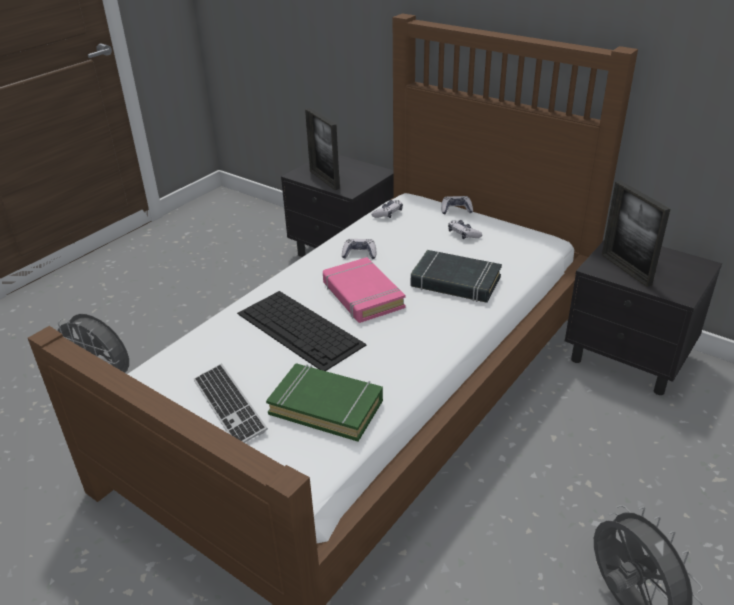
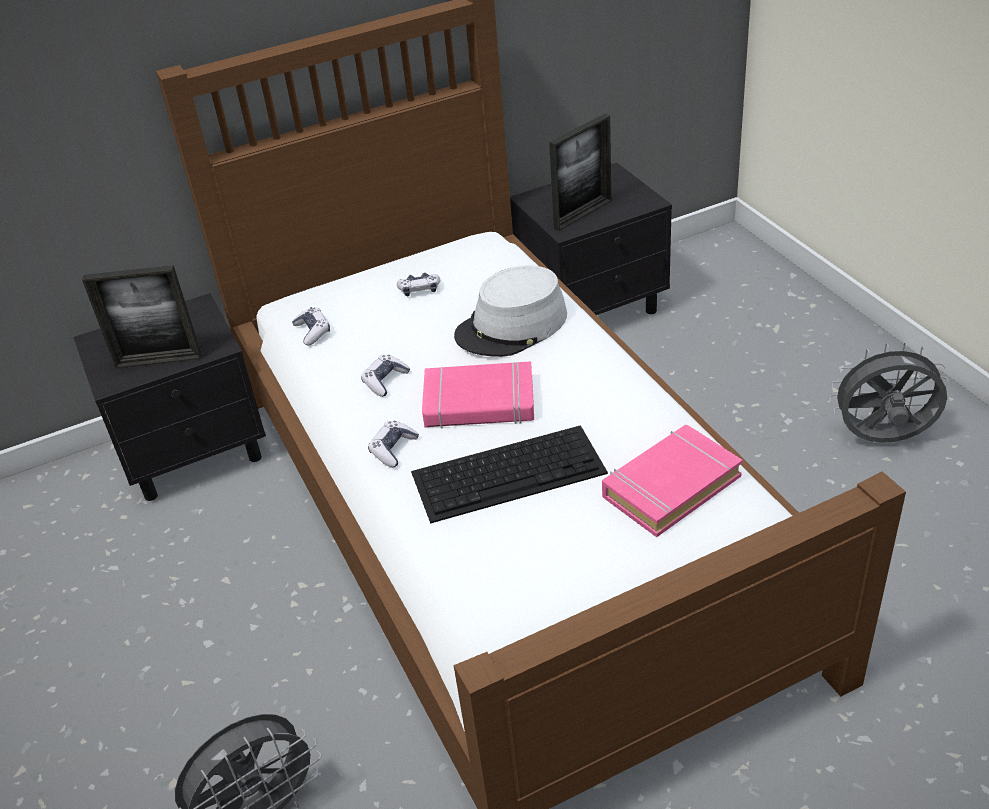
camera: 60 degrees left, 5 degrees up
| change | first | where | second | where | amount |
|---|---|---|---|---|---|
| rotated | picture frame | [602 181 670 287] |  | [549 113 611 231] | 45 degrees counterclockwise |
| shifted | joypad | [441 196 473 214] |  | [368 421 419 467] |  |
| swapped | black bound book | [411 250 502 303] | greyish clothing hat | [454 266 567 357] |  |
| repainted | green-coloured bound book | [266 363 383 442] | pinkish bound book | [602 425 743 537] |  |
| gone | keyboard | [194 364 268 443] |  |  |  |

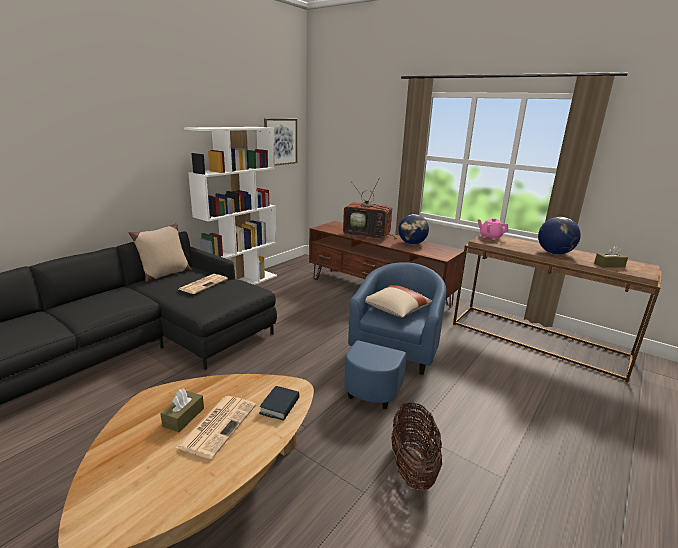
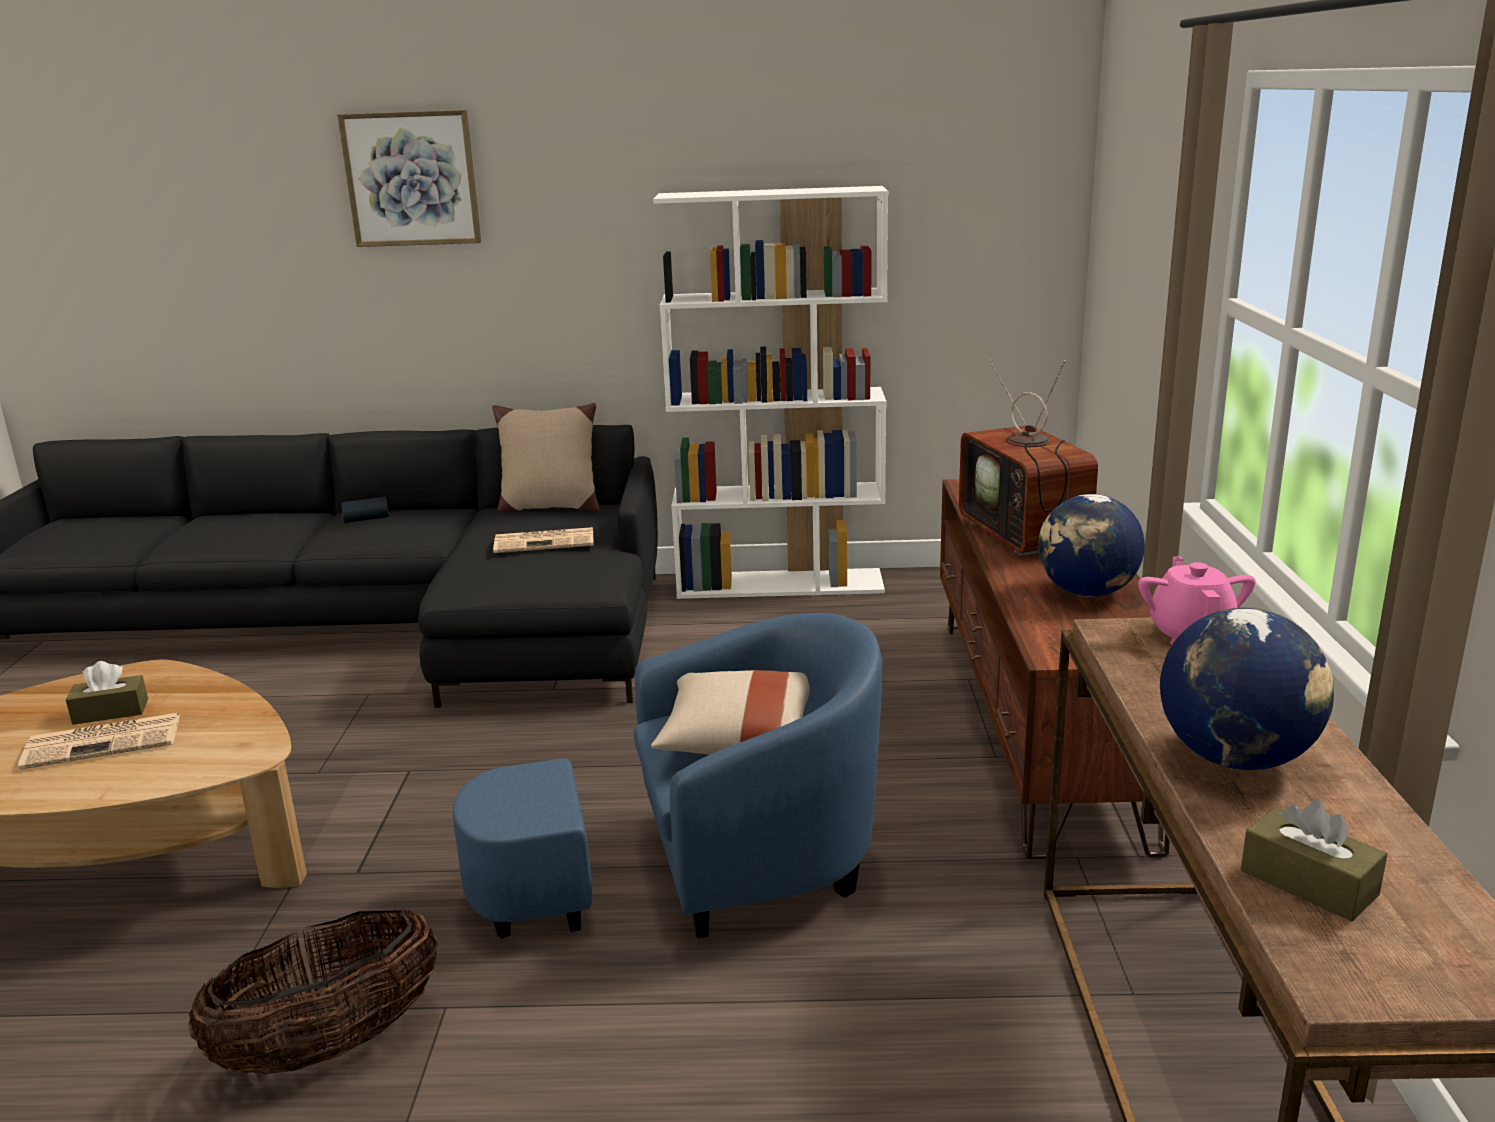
camera: 55 degrees right, 0 degrees up
| change | first | where | second | where | amount |
|---|---|---|---|---|---|
| shifted | picture | [264 118 297 166] |  | [337 110 481 247] |  |
| shifted | bound book | [259 386 300 421] |  | [342 497 389 523] |  |

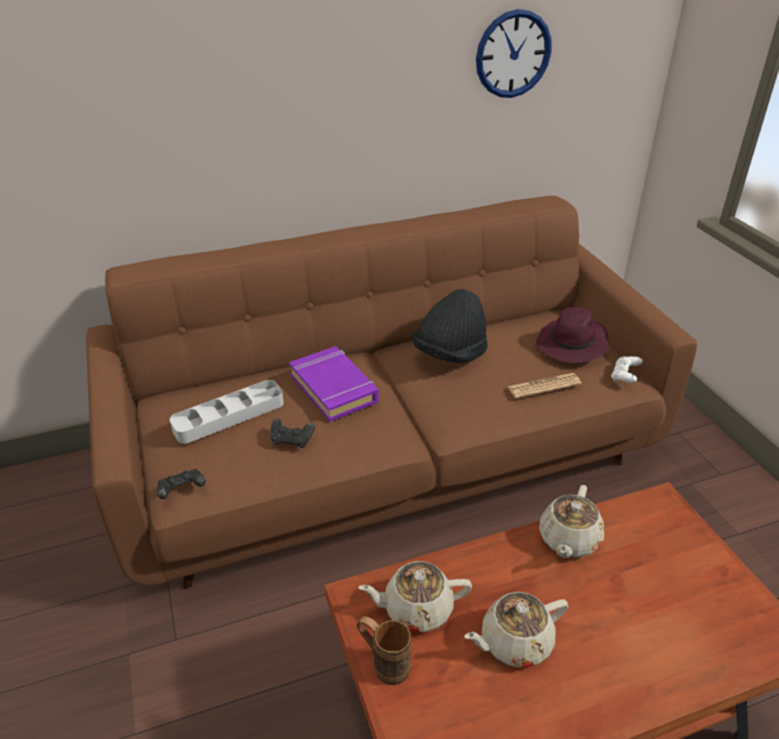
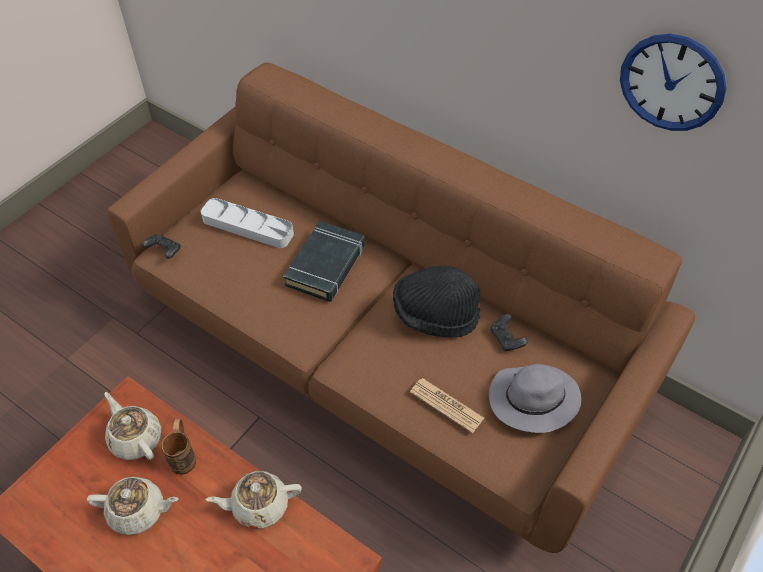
camera: 55 degrees right, 15 degrees up
| change | first | where | second | where | amount |
|---|---|---|---|---|---|
| repainted | purplish clothing hat | [536 307 610 363] | greyish clothing hat | [489 364 581 433] |  |
| repainted | purplish bound book | [289 346 379 422] | black bound book | [283 221 365 302] |  |
| gone | whitish joypad | [611 356 643 383] |  |  |  |
| shifted | black joypad | [271 418 315 448] |  | [490 314 528 352] |  |
| rotated | sand-coloured teapot | [464 592 568 668] |  | [87 477 178 535] | 150 degrees clockwise |
| shifted | brownish mug | [357 616 411 685] |  | [161 419 196 475] |  |

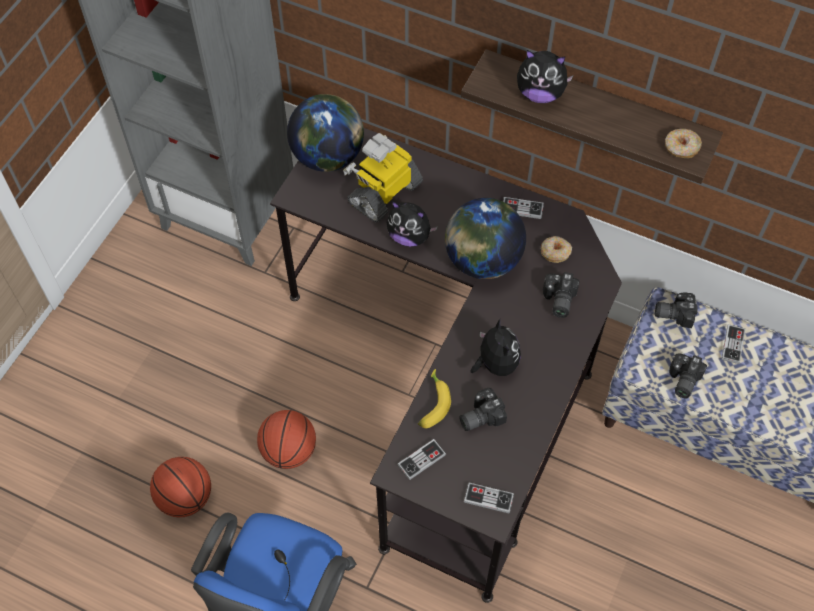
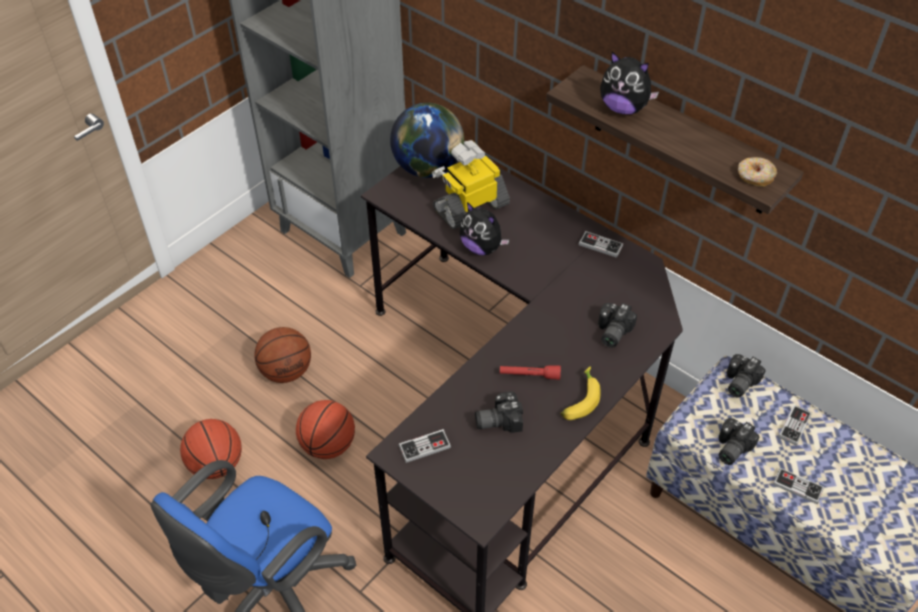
camera: 15 degrees right, 10 degrees down
| change | first | where | second | where | amount |
|---|---|---|---|---|---|
| gone | globe | [445 198 526 279] |  |  |  |
| gone | doughnut | [541 236 572 263] |  |  |  |
| rotated | photo camera | [655 292 698 328] |  | [727 354 766 398] | 75 degrees counterclockwise |
| swapped | soft toy | [471 319 521 376] | red hand torch | [500 365 561 380] |  |
| shifted | whole banana | [418 369 451 428] |  | [560 366 600 420] |  |
| shifted | joypad | [464 483 514 513] |  | [773 468 824 504] |  |
| new |  |  | basketball ball | [254 327 311 383] |  |

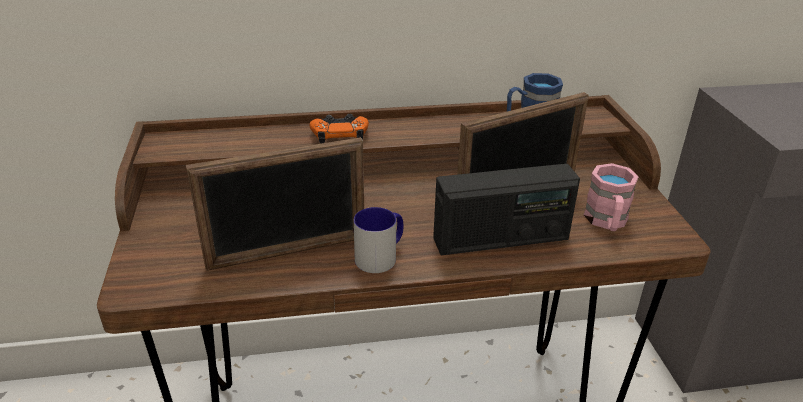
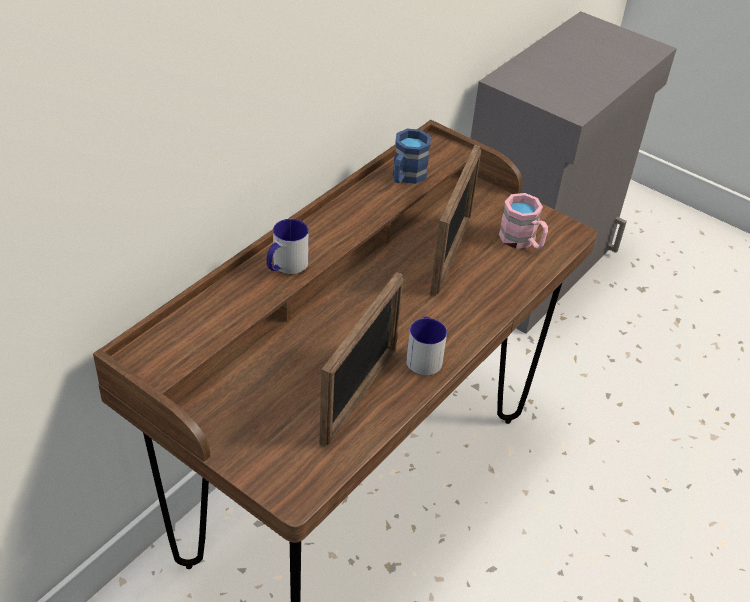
camera: 45 degrees left, 10 degrees up
| change | first | where | second | where | amount |
|---|---|---|---|---|---|
| swapped | orangey joypad | [310 114 369 144] | mug | [267 219 309 274] |  |
| gone | radio receiver | [433 164 580 255] |  |  |  |

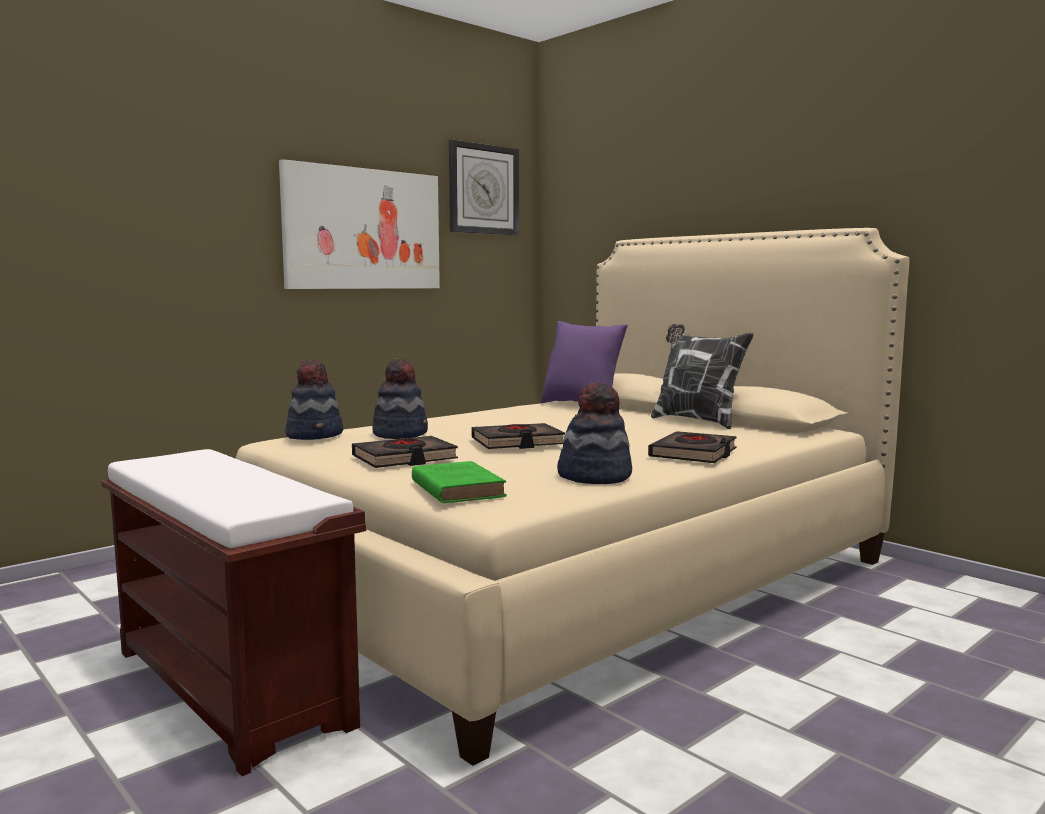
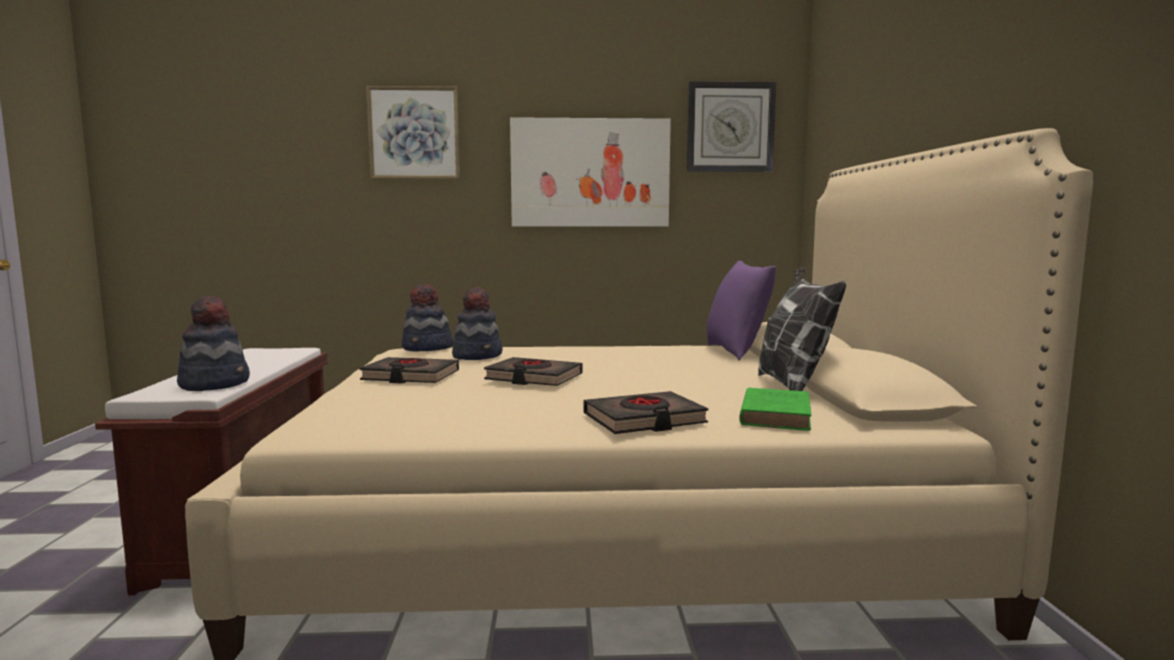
camera: 40 degrees right, 0 degrees up
| change | first | where | second | where | amount |
|---|---|---|---|---|---|
| shifted | clothing hat | [557 383 632 484] |  | [177 296 250 391] |  |
| shifted | green-coloured bound book | [412 461 507 504] |  | [739 387 811 431] |  |
| new |  |  | picture | [366 86 460 179] |  |

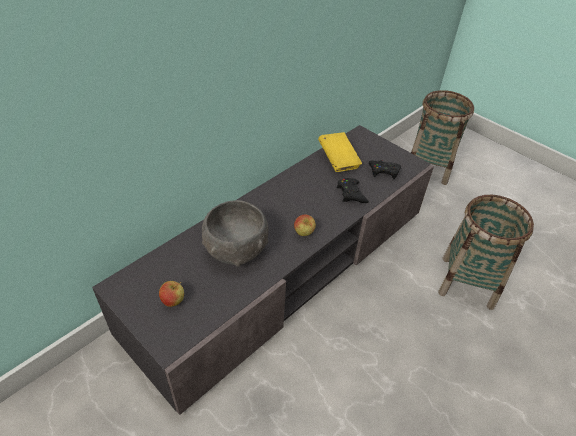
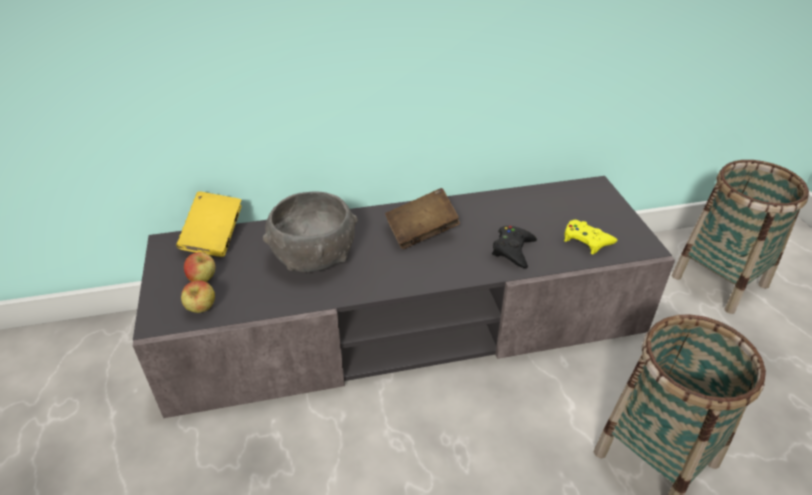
camera: 35 degrees right, 5 degrees down
| change | first | where | second | where | amount |
|---|---|---|---|---|---|
| shifted | yellow bound book | [318 132 362 172] |  | [176 192 242 257] |  |
| repainted | black joypad | [369 160 401 179] | yellow joypad | [564 220 618 255] |  |
| shifted | whole apple | [294 215 316 236] |  | [181 280 215 313] |  |
| new |  |  | brownish bound book | [385 188 460 249] |  |

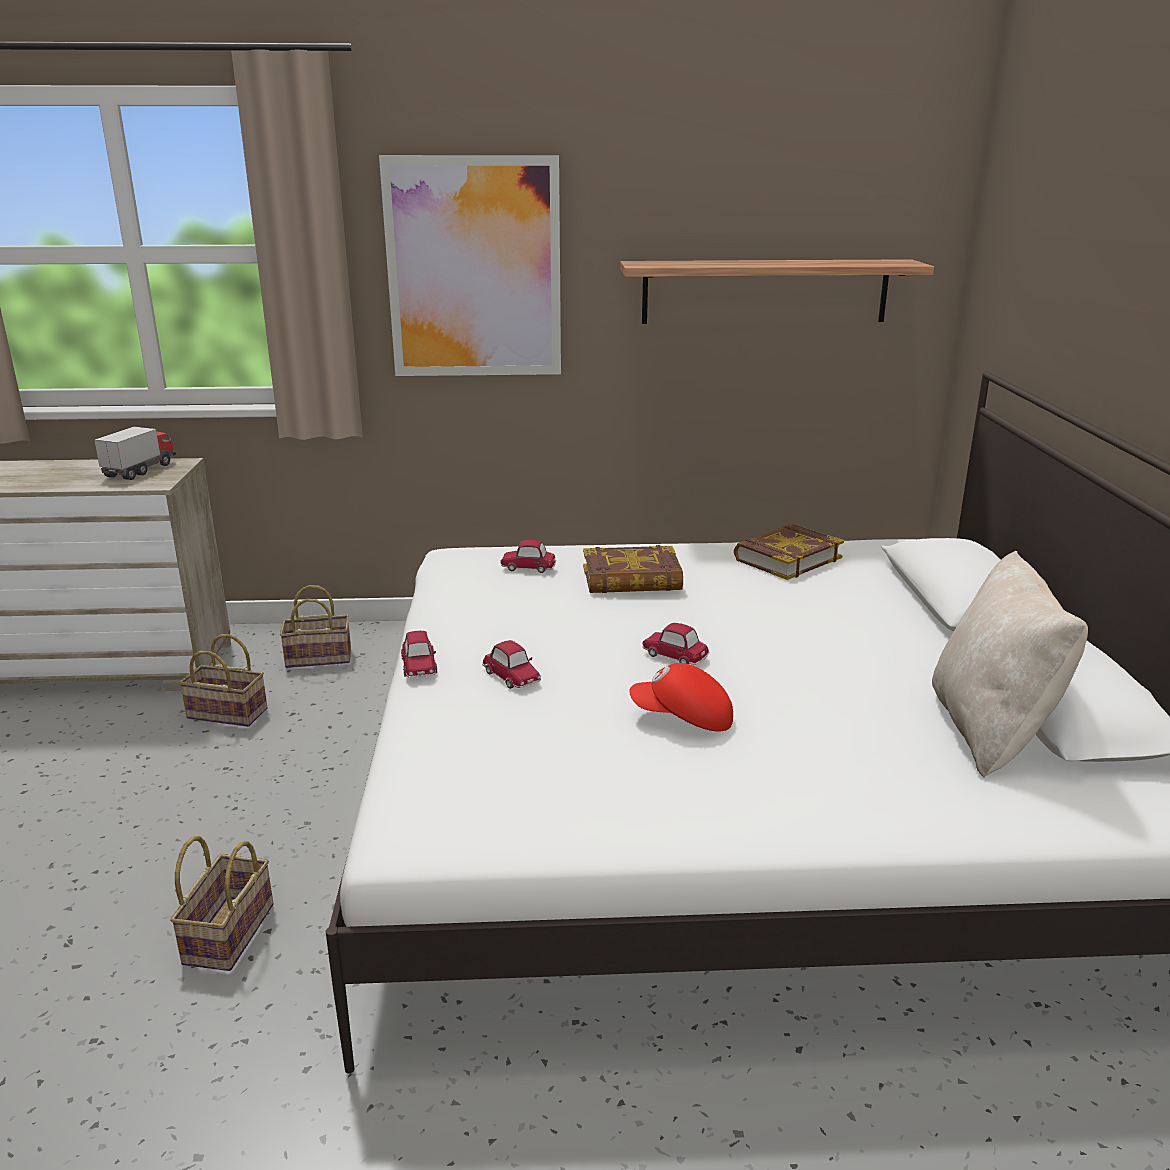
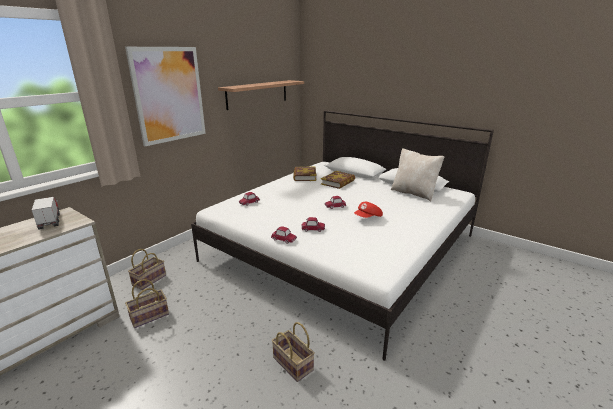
camera: 50 degrees left, 0 degrees up
| change | first | where | second | where | amount |
|---|---|---|---|---|---|
| shifted | bound book | [583 545 683 593] |  | [321 171 355 189] |  |

